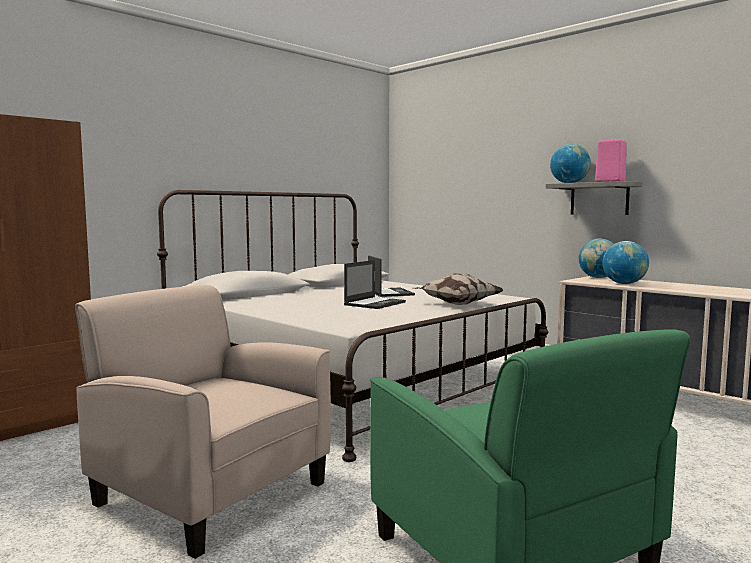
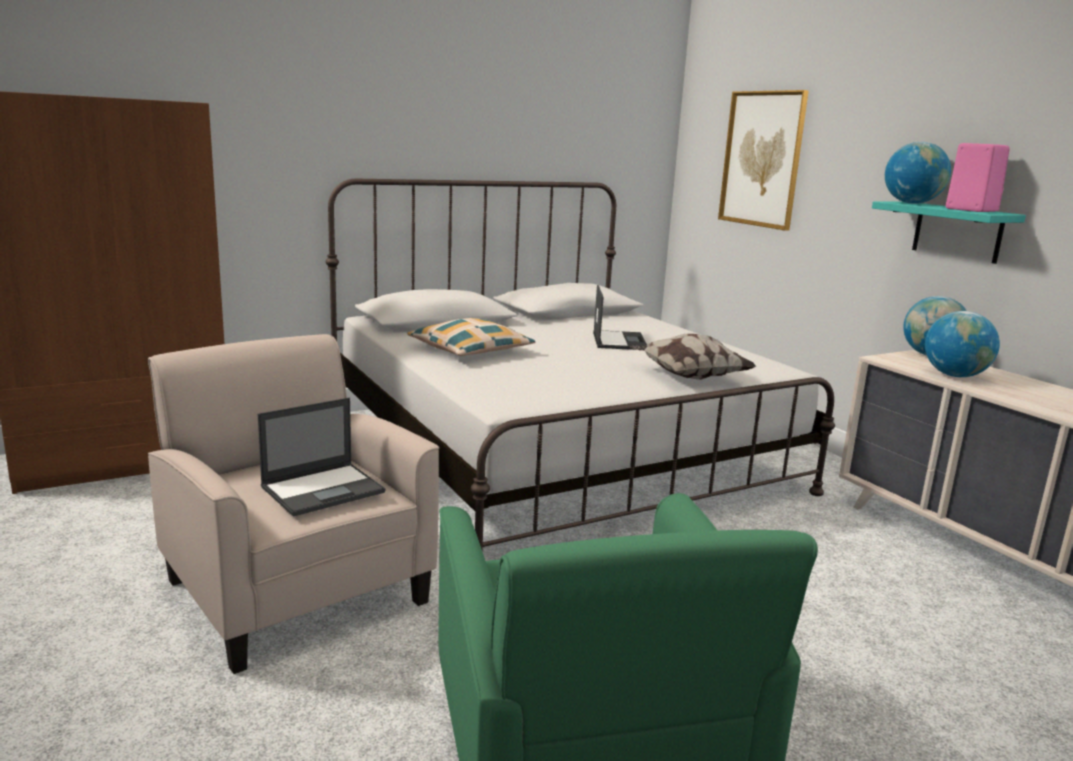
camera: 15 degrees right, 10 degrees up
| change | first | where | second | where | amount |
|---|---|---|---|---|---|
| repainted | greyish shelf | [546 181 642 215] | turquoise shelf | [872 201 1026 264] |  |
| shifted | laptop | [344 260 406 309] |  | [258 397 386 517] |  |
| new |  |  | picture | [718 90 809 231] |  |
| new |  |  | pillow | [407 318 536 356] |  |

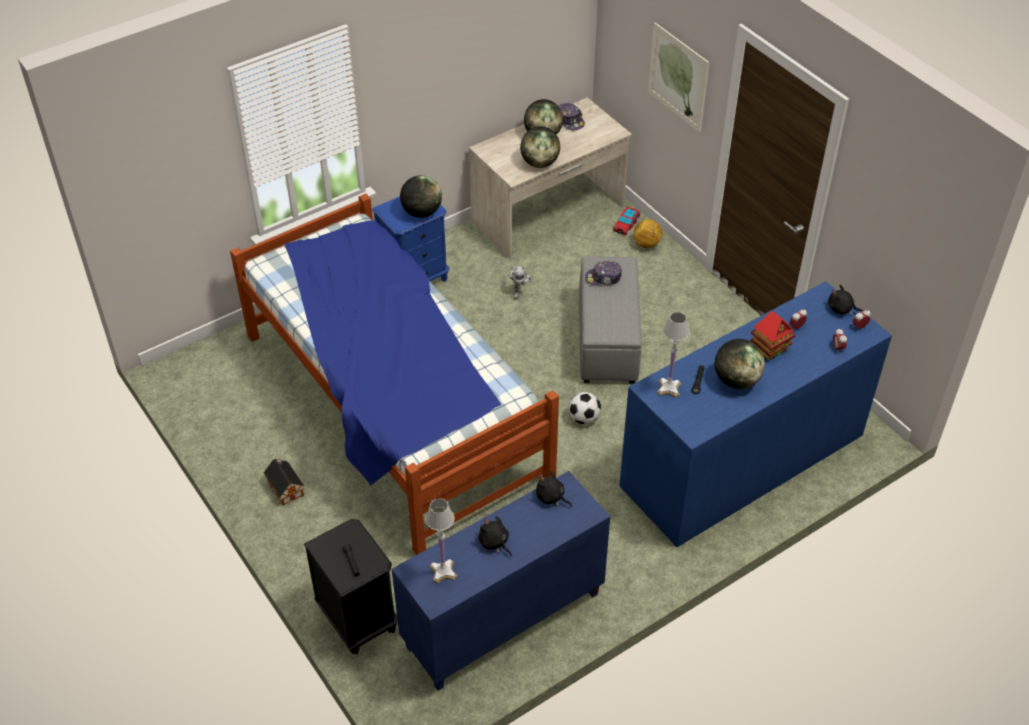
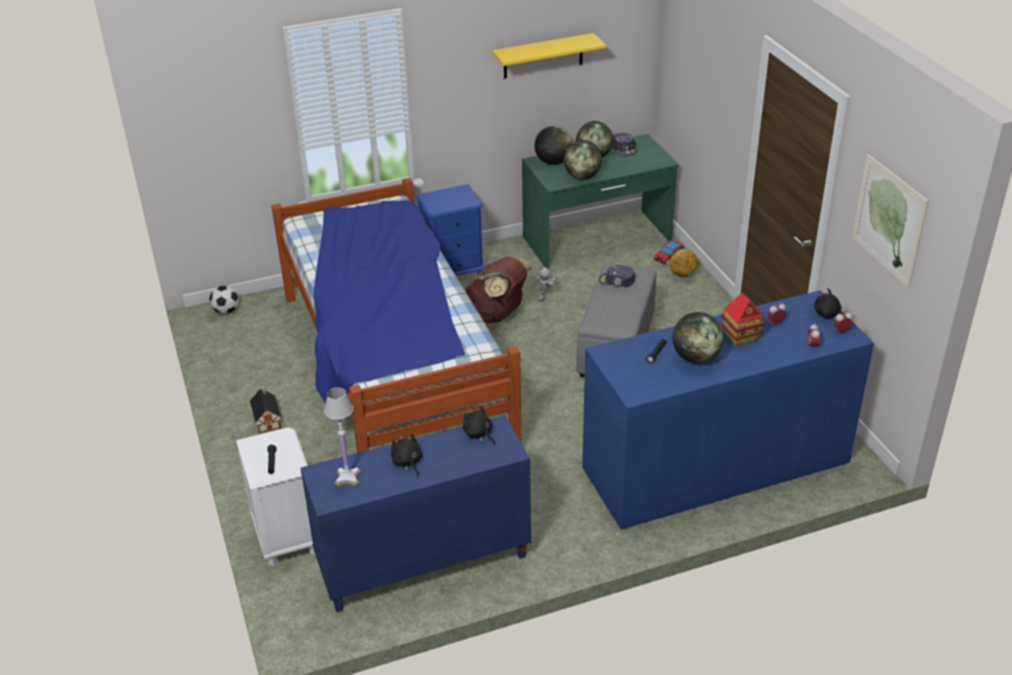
camera: 15 degrees right, 10 degrees down
| change | first | where | second | where | amount |
|---|---|---|---|---|---|
| shifted | picture | [648 23 709 132] |  | [852 154 929 287] |  |
| repainted | sand-coloured desk unit | [469 98 632 259] | green-coloured desk unit | [522 134 679 268] |  |
| shifted | globe | [400 175 442 218] |  | [534 126 573 165] |  |
| gone | whitish table lamp | [657 312 690 398] |  |  |  |
| shifted | ball for football | [569 392 601 424] |  | [209 285 239 314] |  |
| repainted | black night table | [304 519 398 654] | whitish night table | [236 428 315 567] |  |
| new |  |  | yellow shelf | [492 33 607 79] |  |
| new |  |  | brownish rucksack | [465 256 532 323] |  |

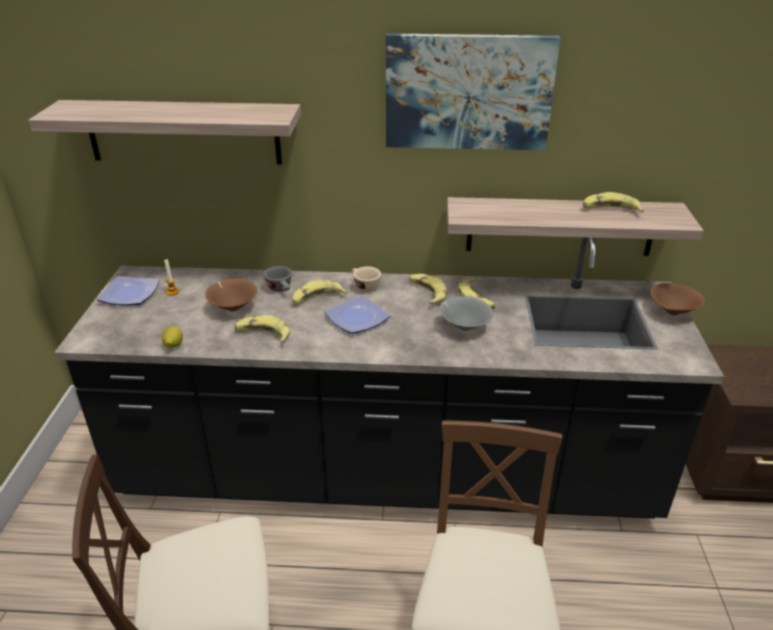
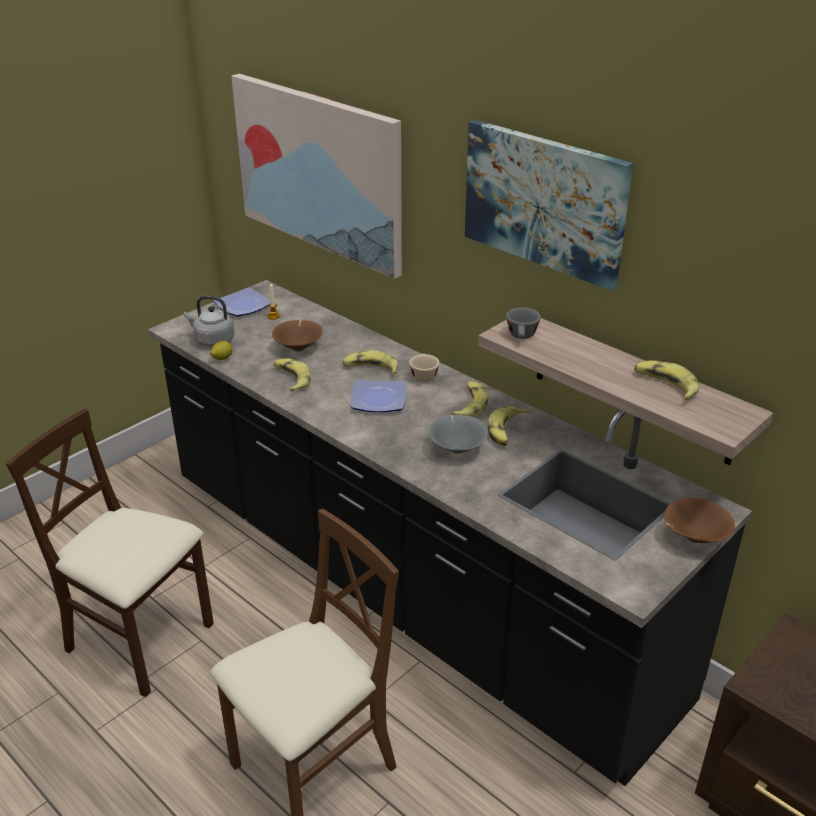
camera: 40 degrees right, 0 degrees up
| change | first | where | second | where | amount |
|---|---|---|---|---|---|
| swapped | shelf | [28 100 301 165] | picture | [231 74 402 279] |  |
| shifted | greyish cup | [264 266 292 292] |  | [506 308 541 339] |  |
| new |  |  | greyish tea kettle | [184 296 234 347] |  |

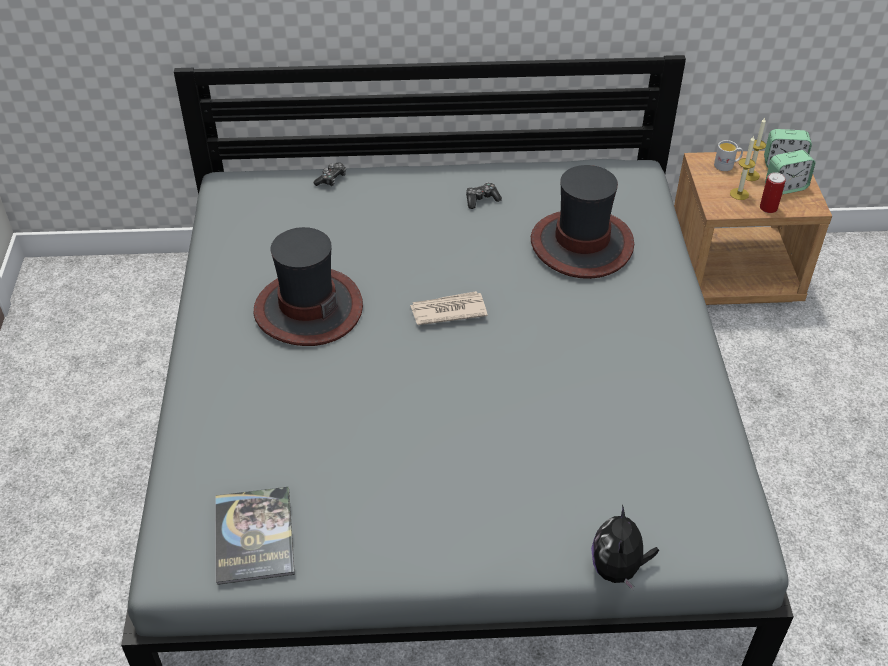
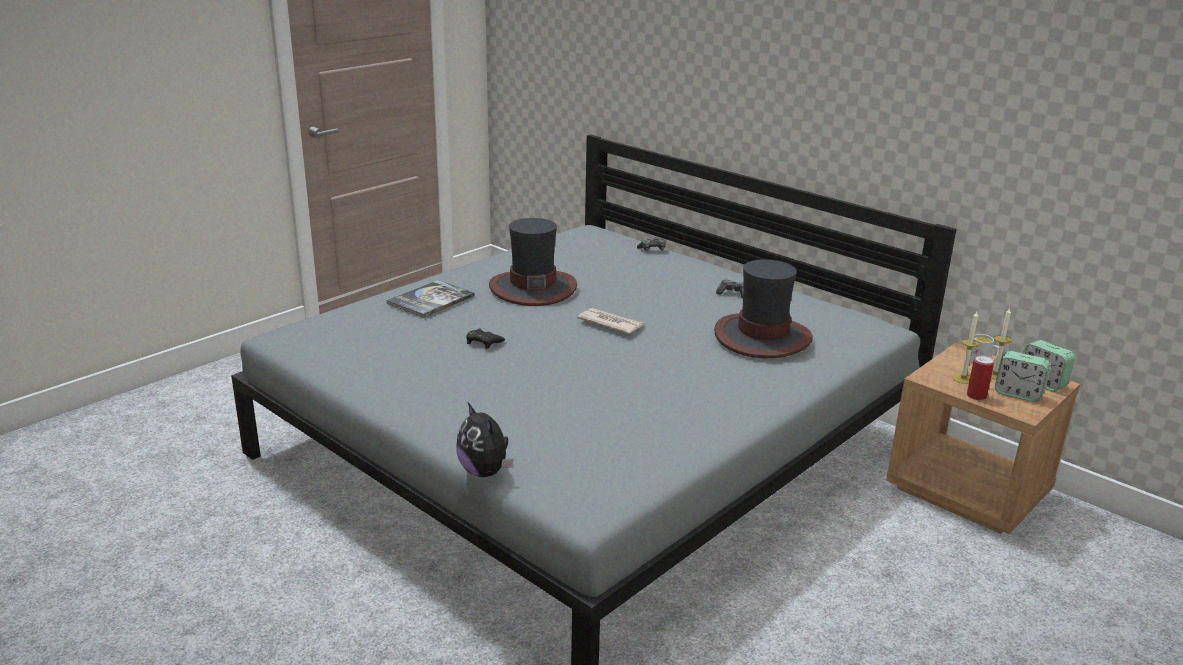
camera: 45 degrees right, 20 degrees down
| change | first | where | second | where | amount |
|---|---|---|---|---|---|
| shifted | bound book | [215 487 295 585] |  | [386 280 475 318] |  |
| rotated | soft toy | [591 505 659 590] |  | [456 403 513 477] | 90 degrees counterclockwise |
| new |  |  | black joypad | [466 328 505 349] |  |

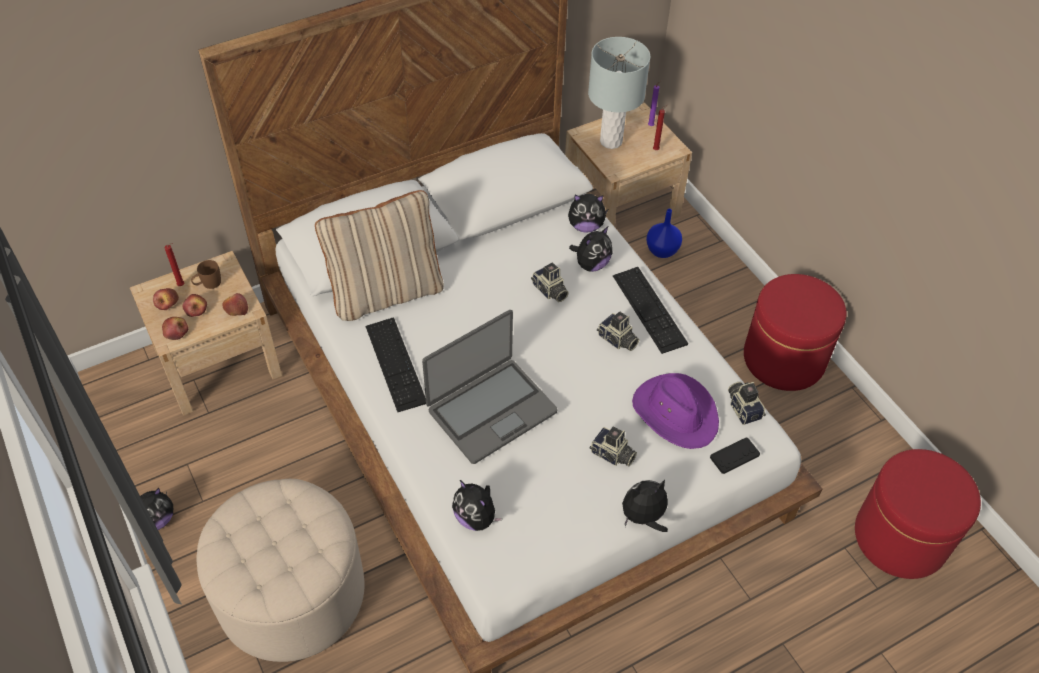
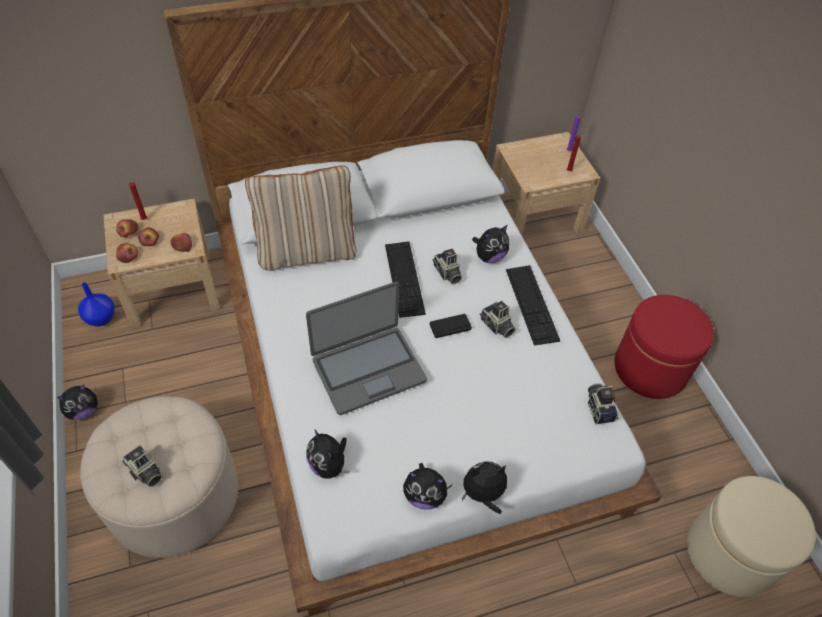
camera: 10 degrees right, 0 degrees up
| change | first | where | second | where | amount |
|---|---|---|---|---|---|
| gone | greyish table lamp | [588 37 650 149] |  |  |  |
| shifted | soft toy | [568 194 608 233] |  | [403 463 453 510] |  |
| shifted | blue-coloured decorative vase | [646 209 682 258] |  | [78 282 115 327] |  |
| gone | brownish mug | [191 260 221 289] |  |  |  |
| shifted | keyboard | [366 317 426 412] |  | [385 241 426 318] |  |
| gone | purplish clothing hat | [632 373 719 449] |  |  |  |
| shifted | photo camera | [590 426 637 466] |  | [122 445 163 487] |  |
| shifted | black joypad | [710 438 760 474] |  | [430 314 472 338] |  |
| repainted | red ottoman | [855 449 981 579] | sand-coloured ottoman | [687 476 816 597] |  |

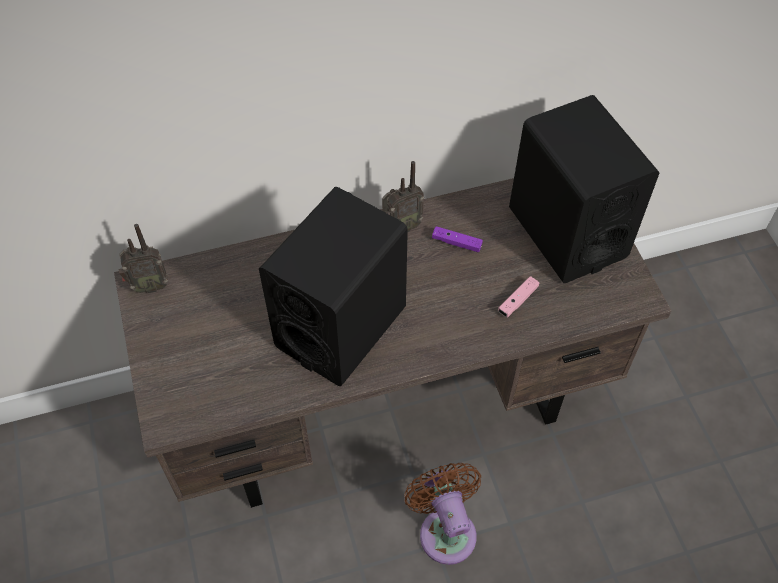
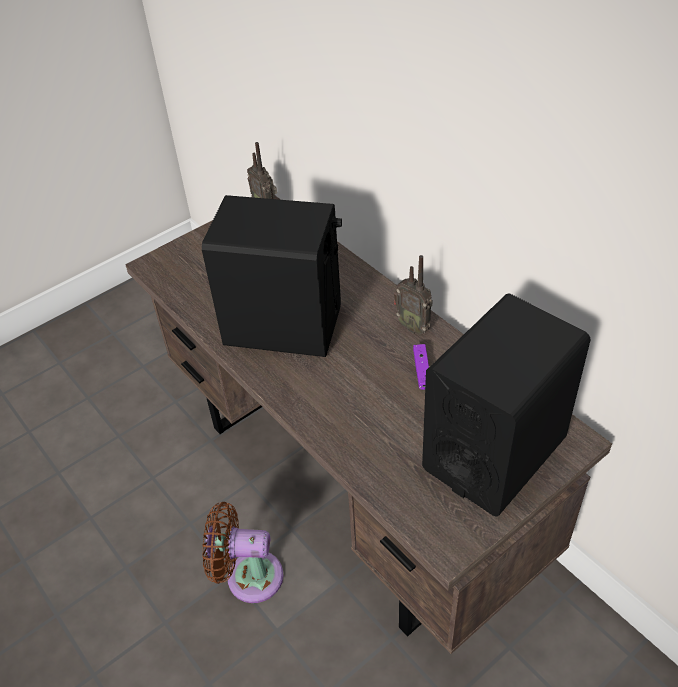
camera: 70 degrees right, 10 degrees down
| change | first | where | second | where | amount |
|---|---|---|---|---|---|
| gone | pinkish joypad | [498 276 539 317] |  |  |  |
| rotated | brownish cooling fan | [404 463 481 565] |  | [202 502 283 603] | 135 degrees counterclockwise |

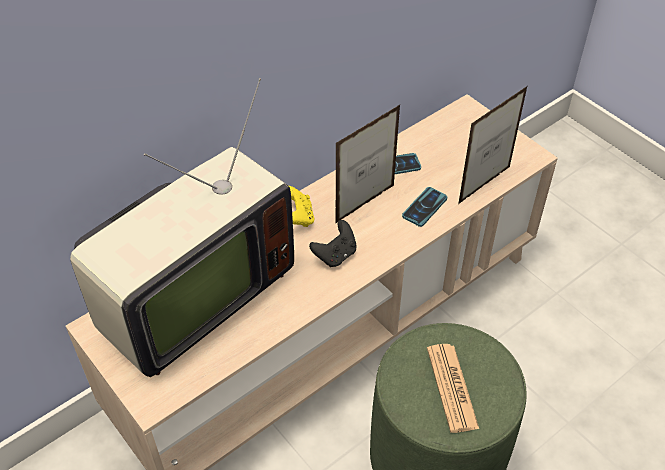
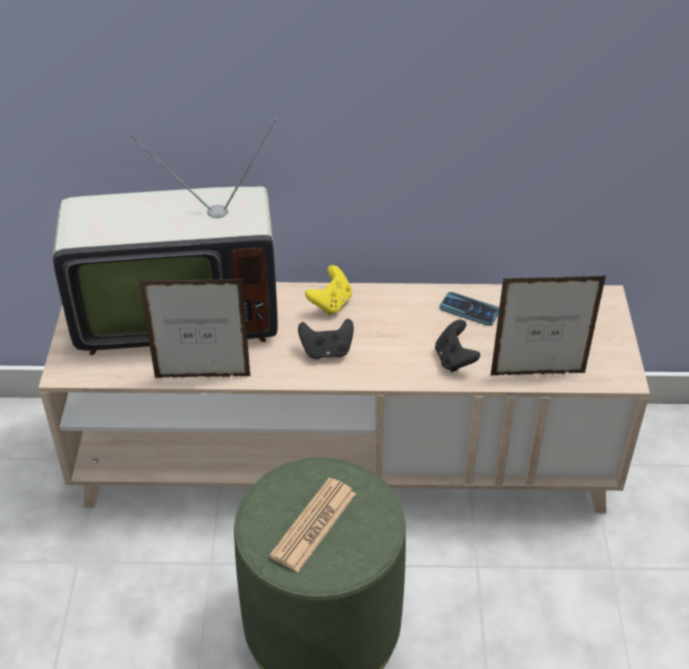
camera: 40 degrees right, 5 degrees down
| change | first | where | second | where | amount |
|---|---|---|---|---|---|
| shifted | picture frame | [336 105 400 223] |  | [139 279 251 378] |  |
| swapped | telephone | [402 187 447 227] | black joypad | [435 320 480 372] |  |

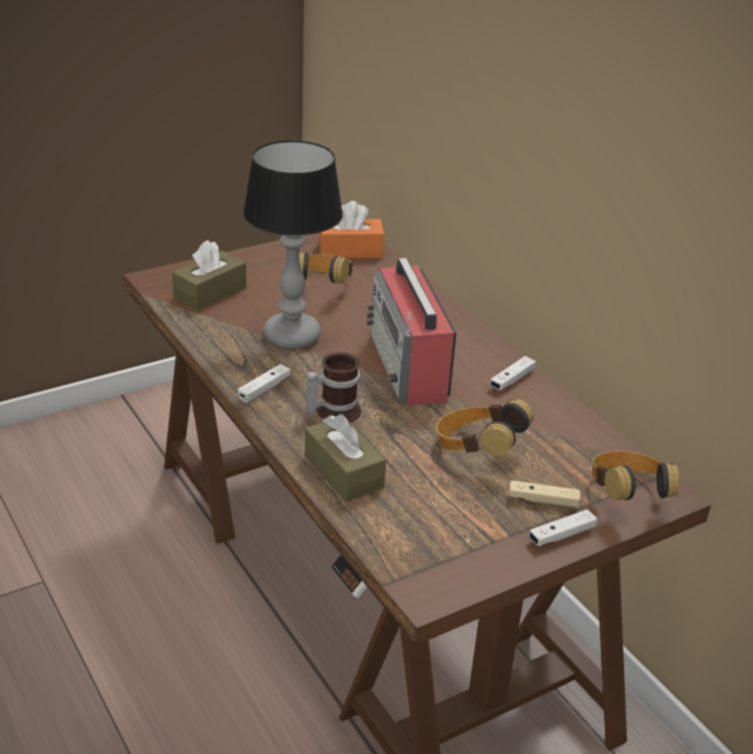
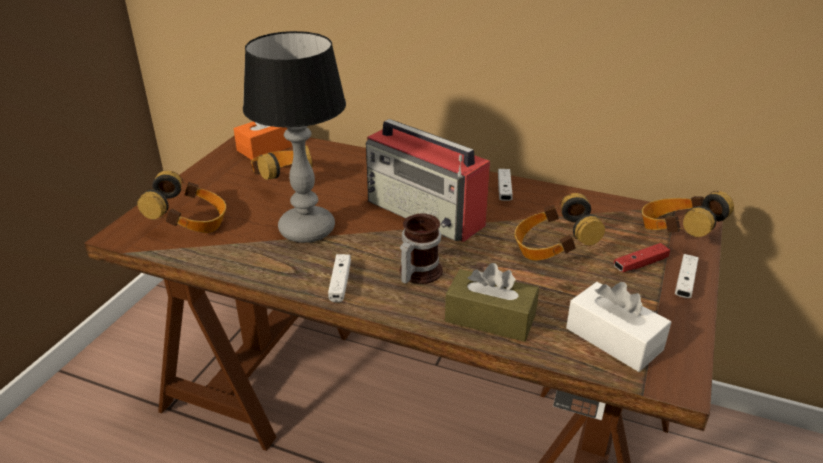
camera: 35 degrees left, 0 degrees up
| change | first | where | second | where | amount |
|---|---|---|---|---|---|
| swapped | brownish tissue box | [172 240 246 311] | headset | [137 171 226 233] |  |
| repainted | sand-coloured joypad | [509 480 580 508] | red joypad | [614 243 670 272] |  |
| new |  |  | whitish tissue box | [566 282 671 372] |  |

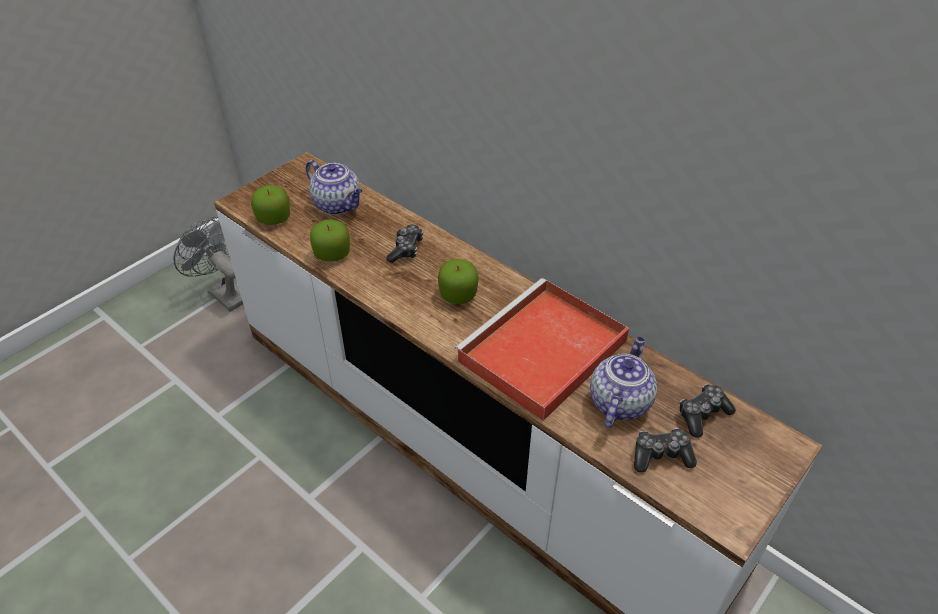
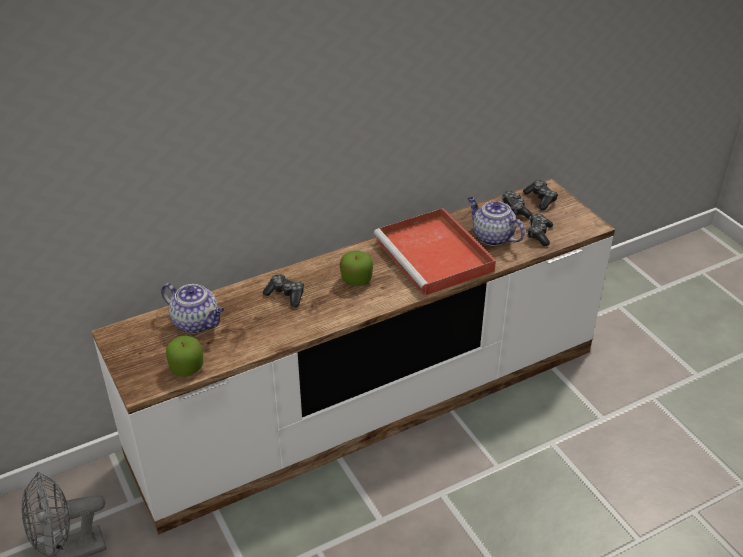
camera: 70 degrees left, 5 degrees down
| change | first | where | second | where | amount |
|---|---|---|---|---|---|
| rotated | teapot | [306 160 363 215] |  | [161 283 224 333] | 60 degrees clockwise |
| gone | whole apple | [310 220 350 262] |  |  |  |
| new |  |  | joypad | [523 180 558 210] |  |

